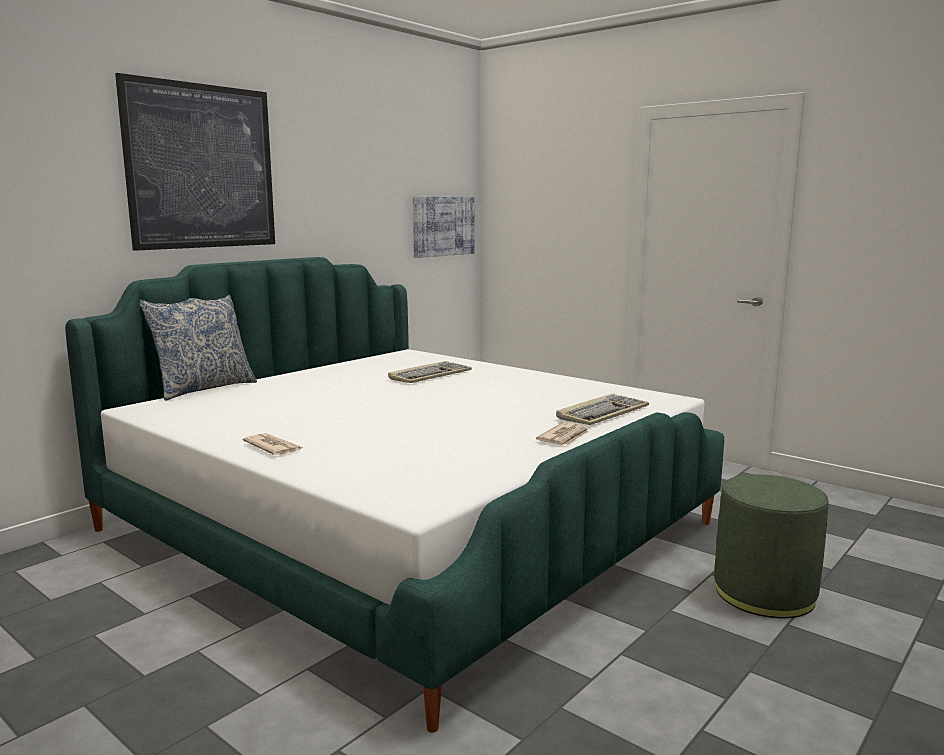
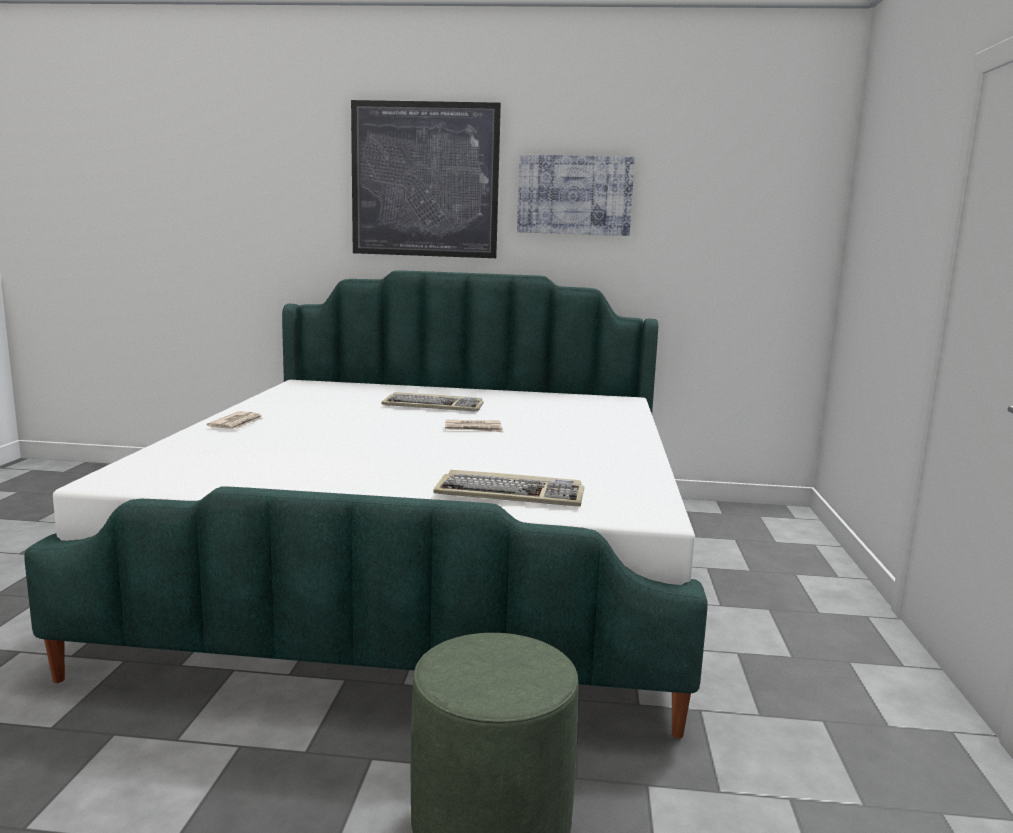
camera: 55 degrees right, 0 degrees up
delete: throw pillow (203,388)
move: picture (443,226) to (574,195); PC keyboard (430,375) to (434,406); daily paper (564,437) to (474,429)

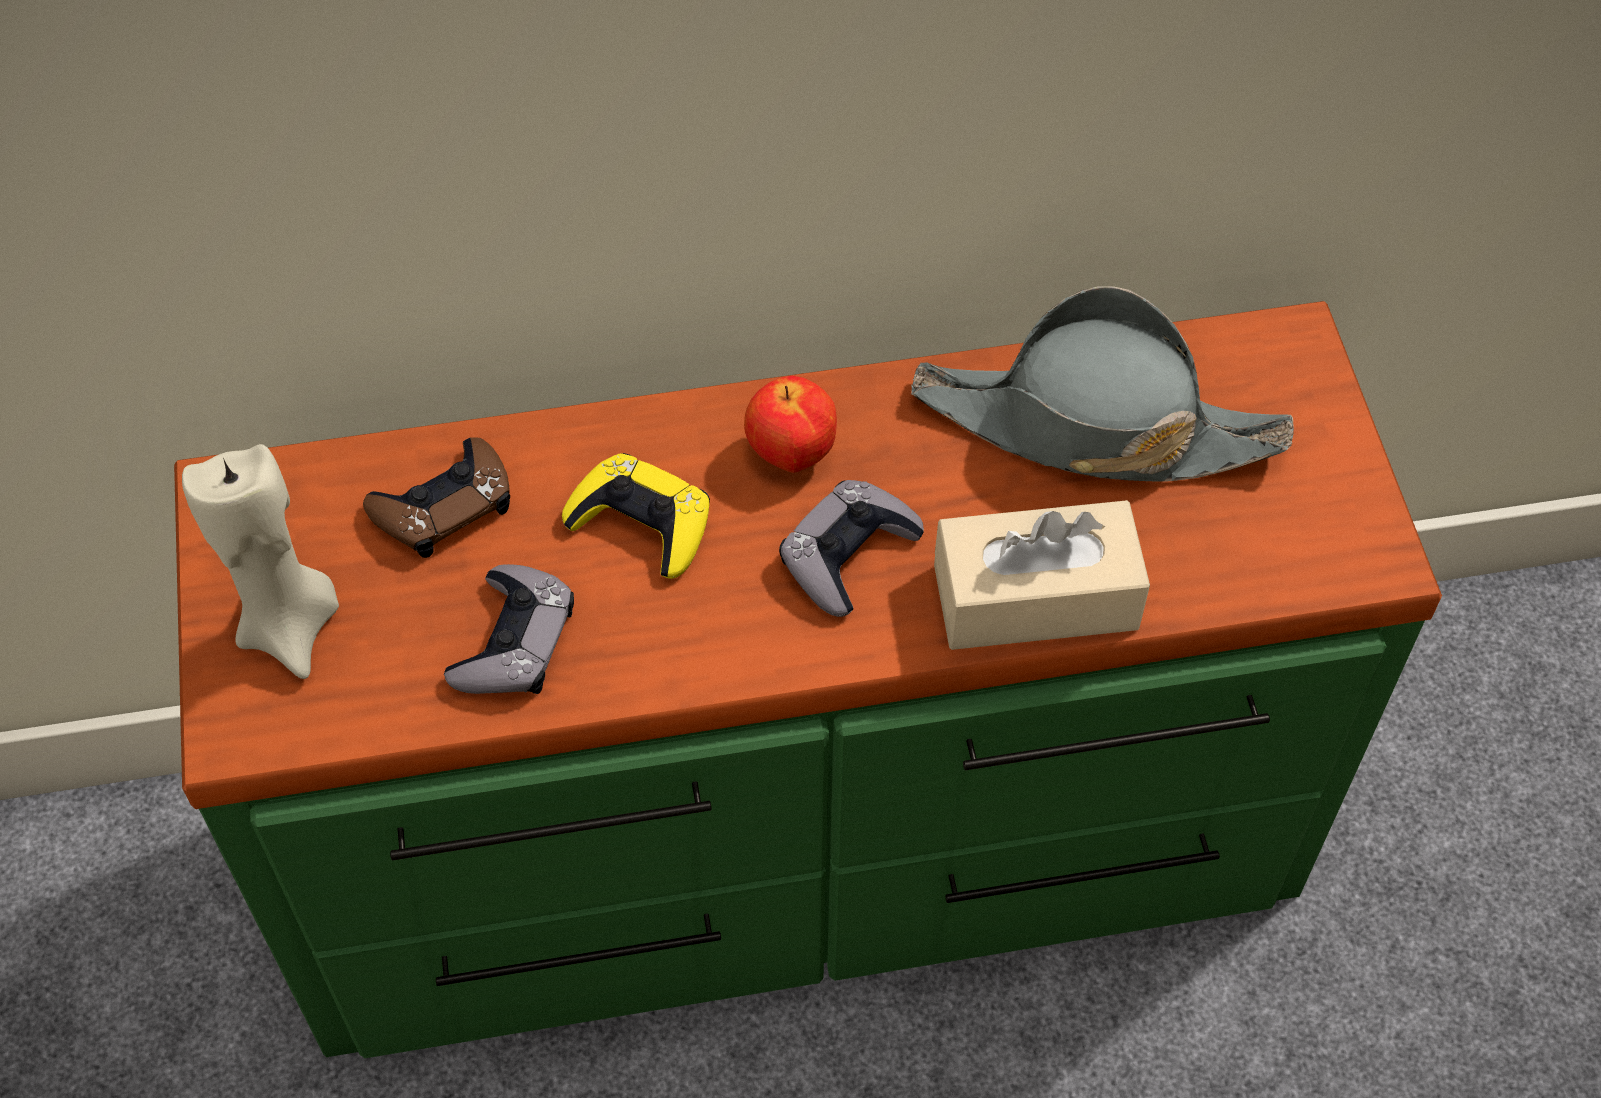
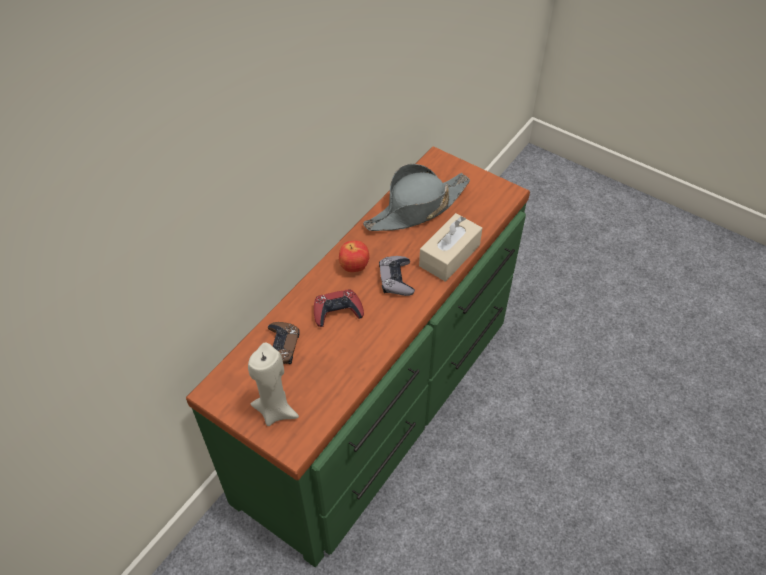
camera: 45 degrees left, 5 degrees down
delete: game controller in greyish (514,641)
recolor: game controller in yellow (642,524) to game controller in red (337,311)

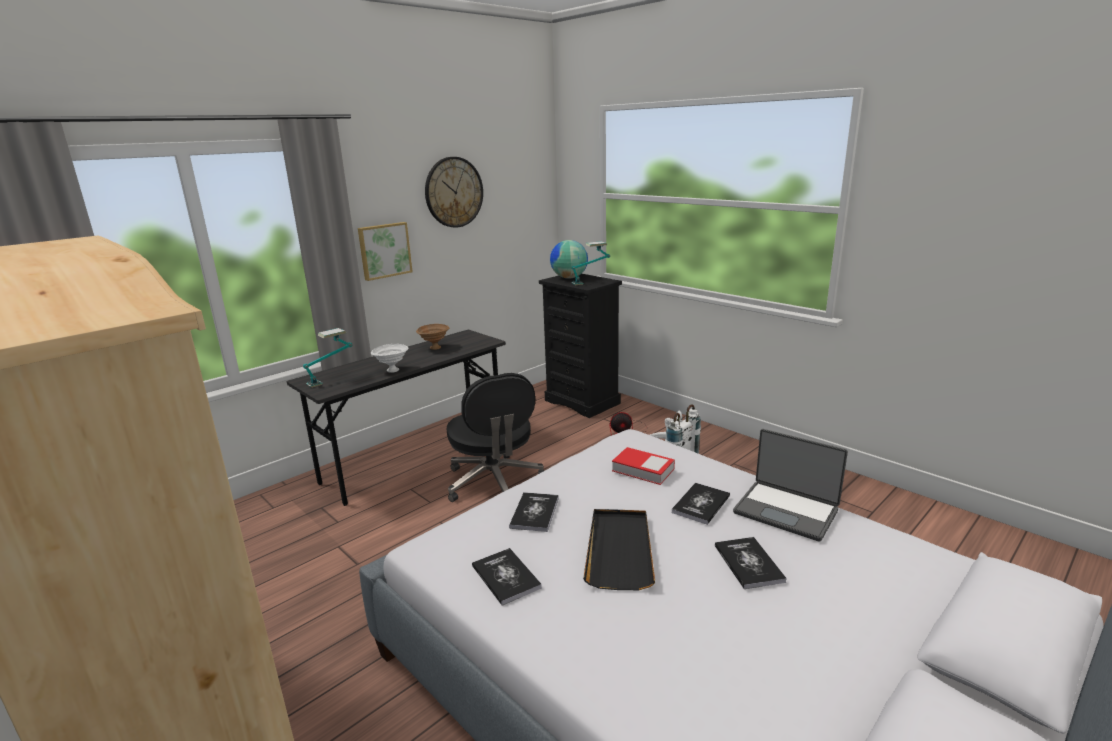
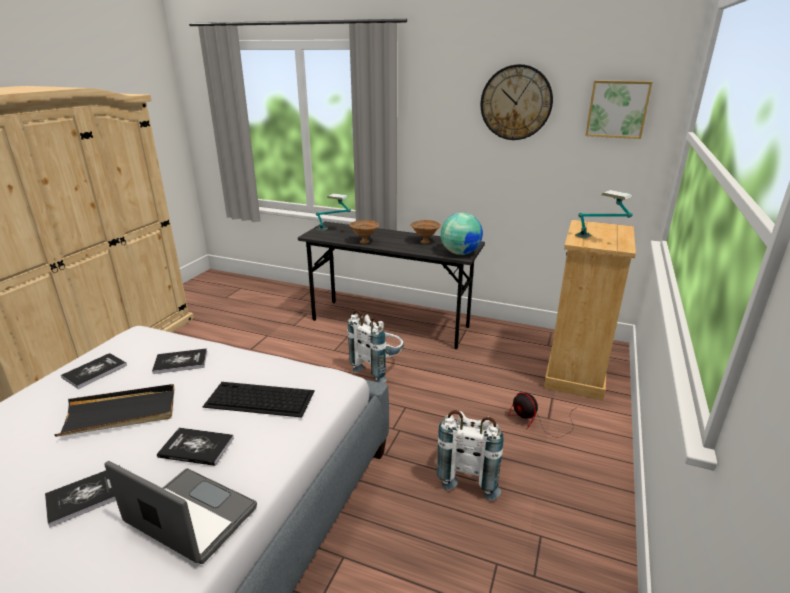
camera: 65 degrees right, 5 degrees up
move: picture (384,250) to (617,109); world globe (569,278) to (460,253)
replace: desk chair in blackish (494,482) to knapsack in white-coloured (378,369); bound book (643,470) to PC keyboard (258,399)
recolor: chest of drawers in blackish (582,402) to chest of drawers in beige-coloured (575,374); bowl in white-coloured (391,370) to bowl in brown (364,242)
rotate: notebook computer (786,510) = (190,517) 105 degrees clockwise

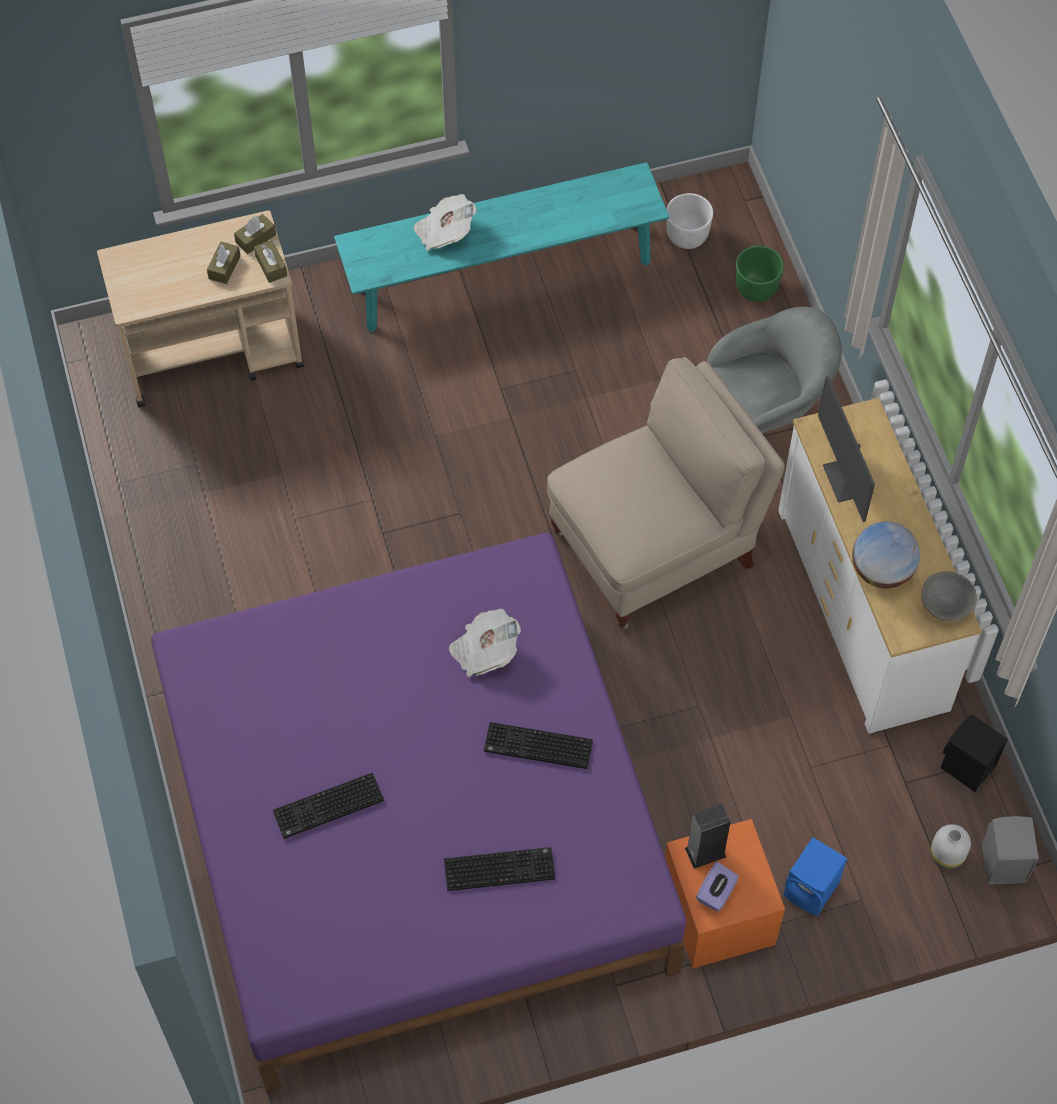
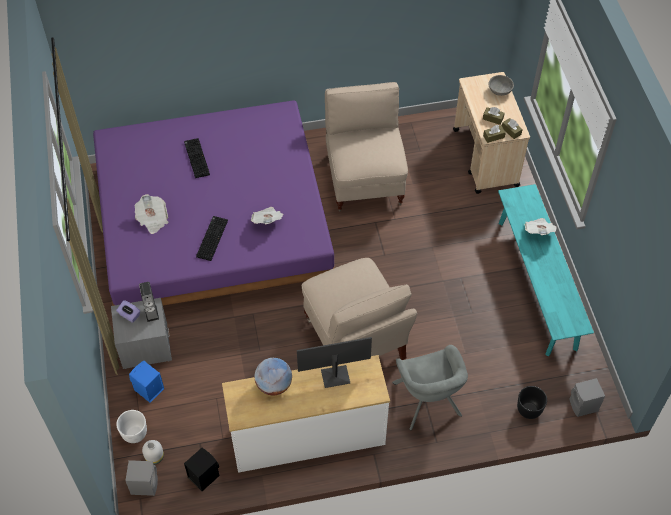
camera: 95 degrees right, 5 degrees down
insert: upright chair in beige-coloured (364,178); audio speaker in greyish (583,406)
move: flower pot in white-coloured (687,237) to (134,433); bowl in greyish (946,604) to (500,91)
replace: PC keyboard (500,868) to daily paper (152,219)
recolor: flower pot in green (757,289) to flower pot in blackish (529,410); night table in orange-coloured (718,913) to night table in greyish (145,346)

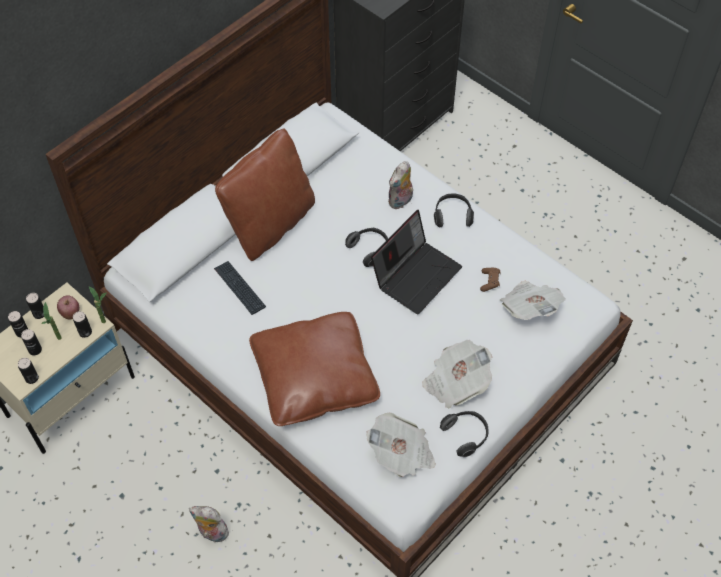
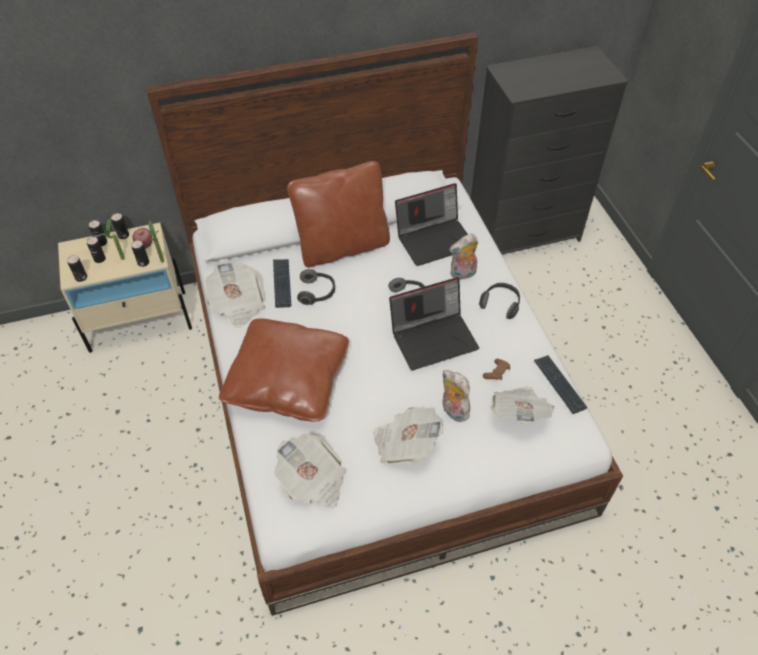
camera: 30 degrees right, 5 degrees down
insert: notebook computer (435,239); daily paper (237,304); PC keyboard (559,384)
move: pair of headphones (466,435) to (317,293); cuddly toy (212,533) to (452,411)

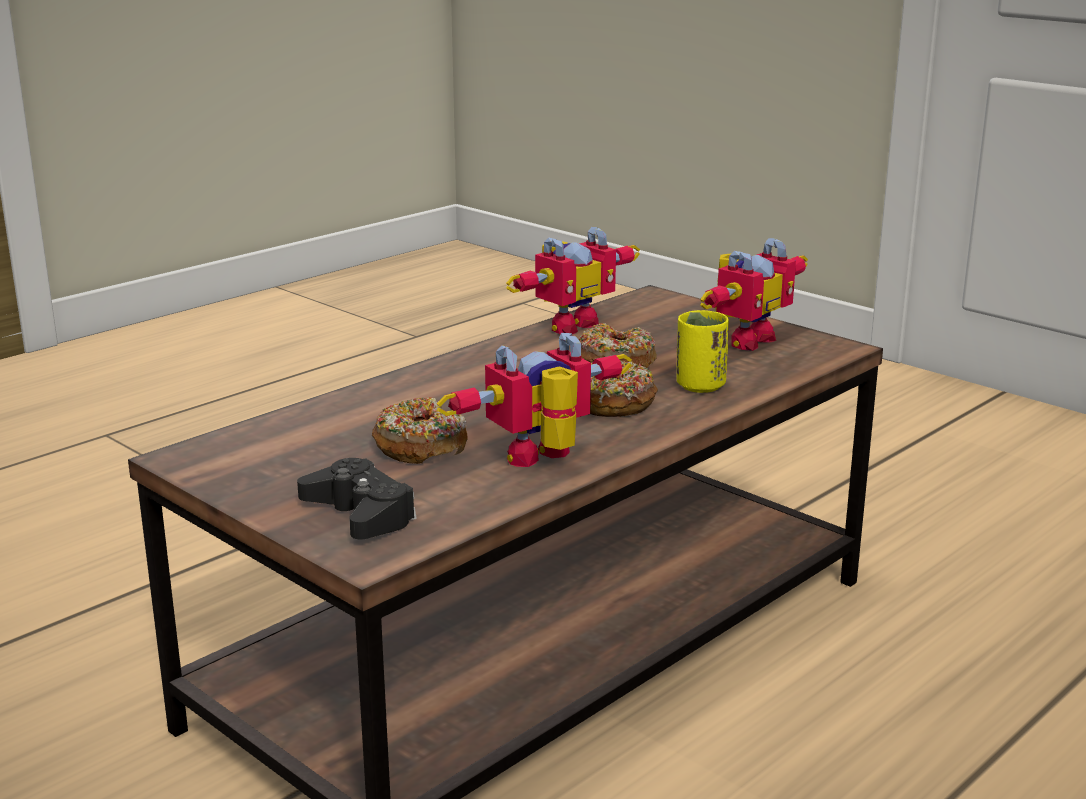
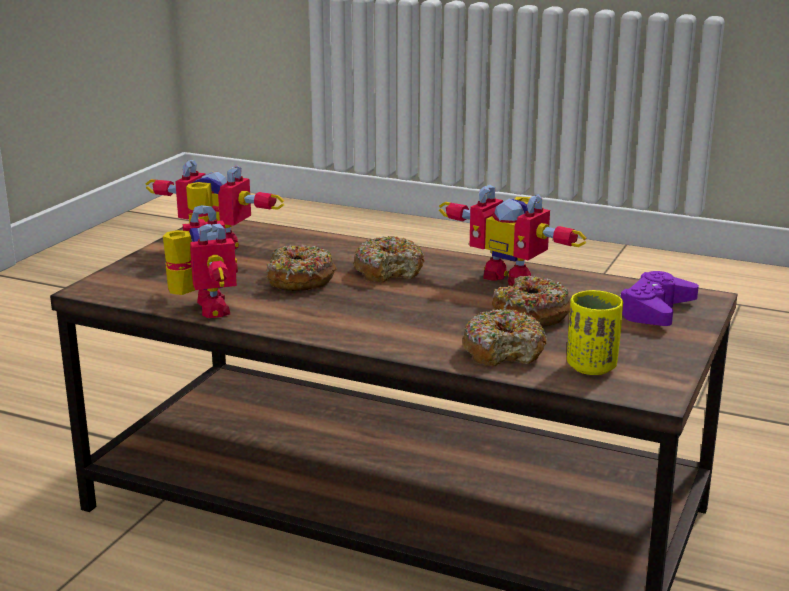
camera: 110 degrees left, 0 degrees up
insert: doughnut (503,351)
move: cup in yellow (700,386) to (591,367)
recolor: game controller in blackish (360,514) to game controller in purple-coloured (655,310)
rotate: toy robot (568,324) = (202,309) 45 degrees clockwise

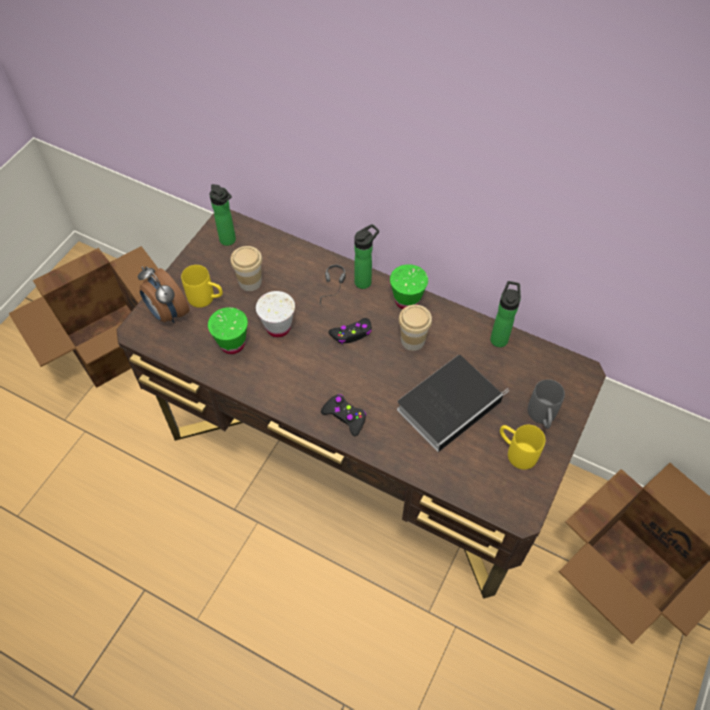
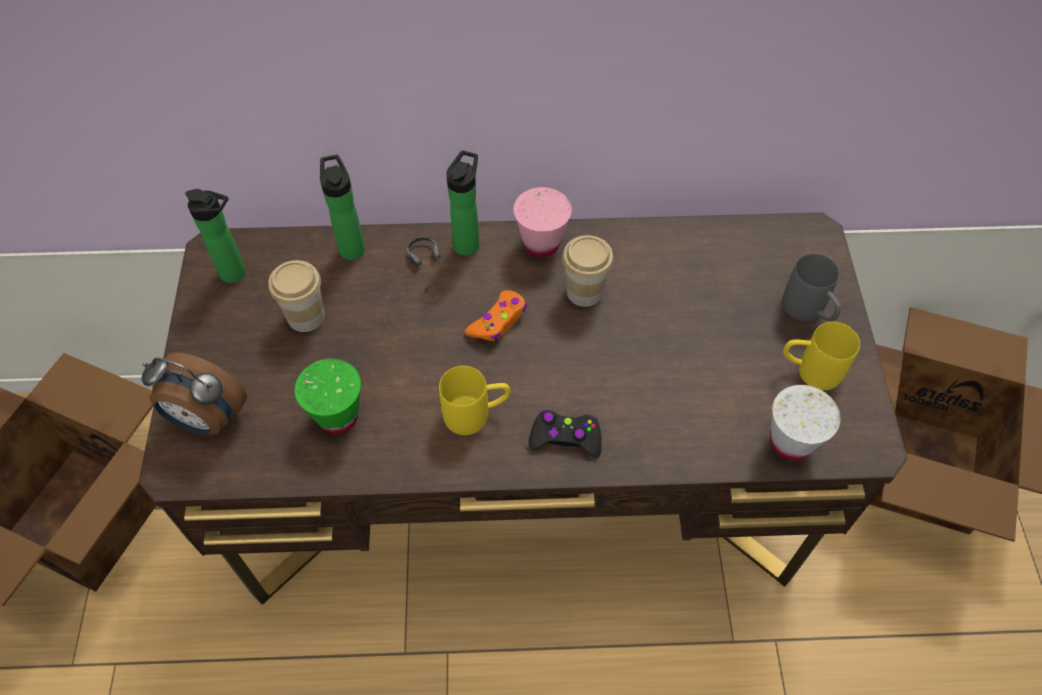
camera: 30 degrees left, 0 degrees up
delete: bound book (450,403)
move: coffee mug in yellow (206,299) to (476,414); beverage bottle (499,337) to (351,246); cup in white-coloured (278,328) to (790,443)
recolor: cup in green (407,301) to cup in pink (541,244); game controller in blackish (351,334) to game controller in orange-coloured (498,321)

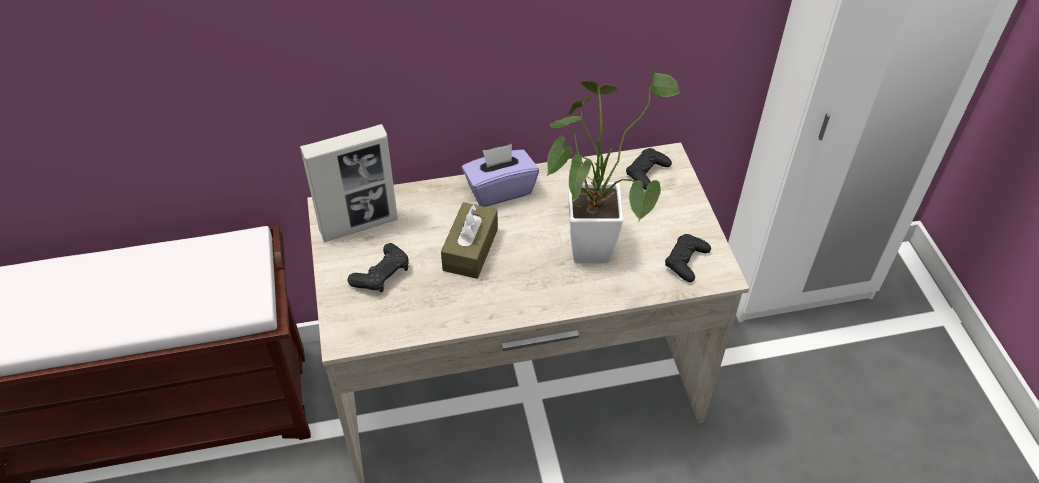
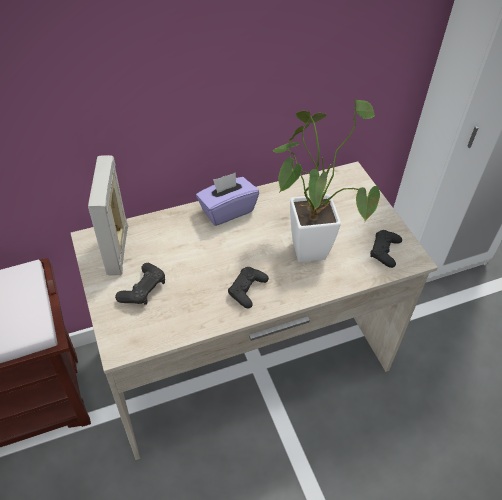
camera: 10 degrees left, 0 degrees up
delete: tissue holder in brown (470,249)
move: game controller in blackish (647,173) to (247,290)
rotate: standing frame (359,225) = (117,251) 120 degrees clockwise

